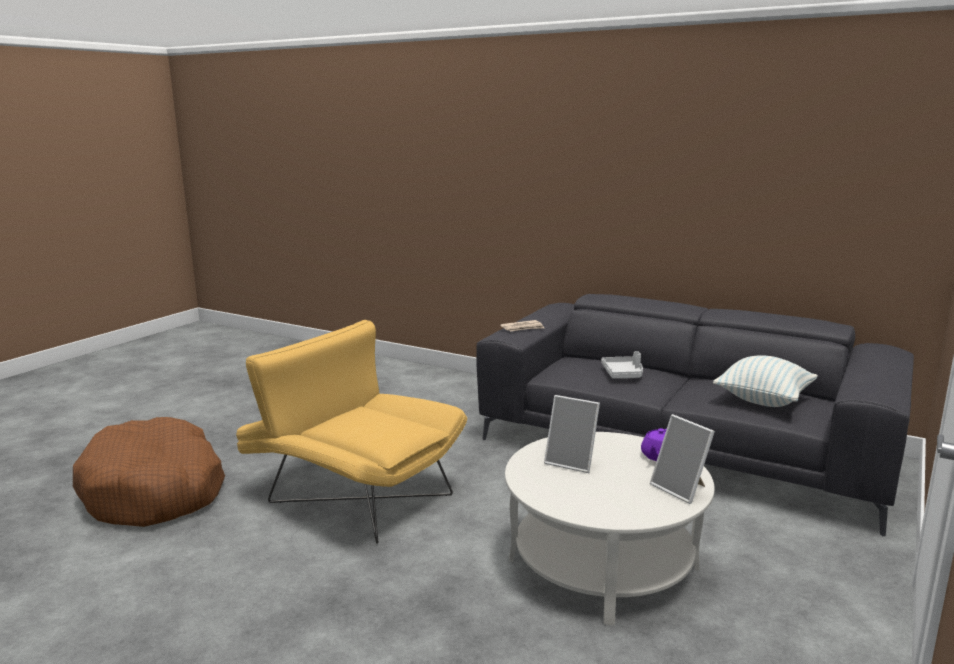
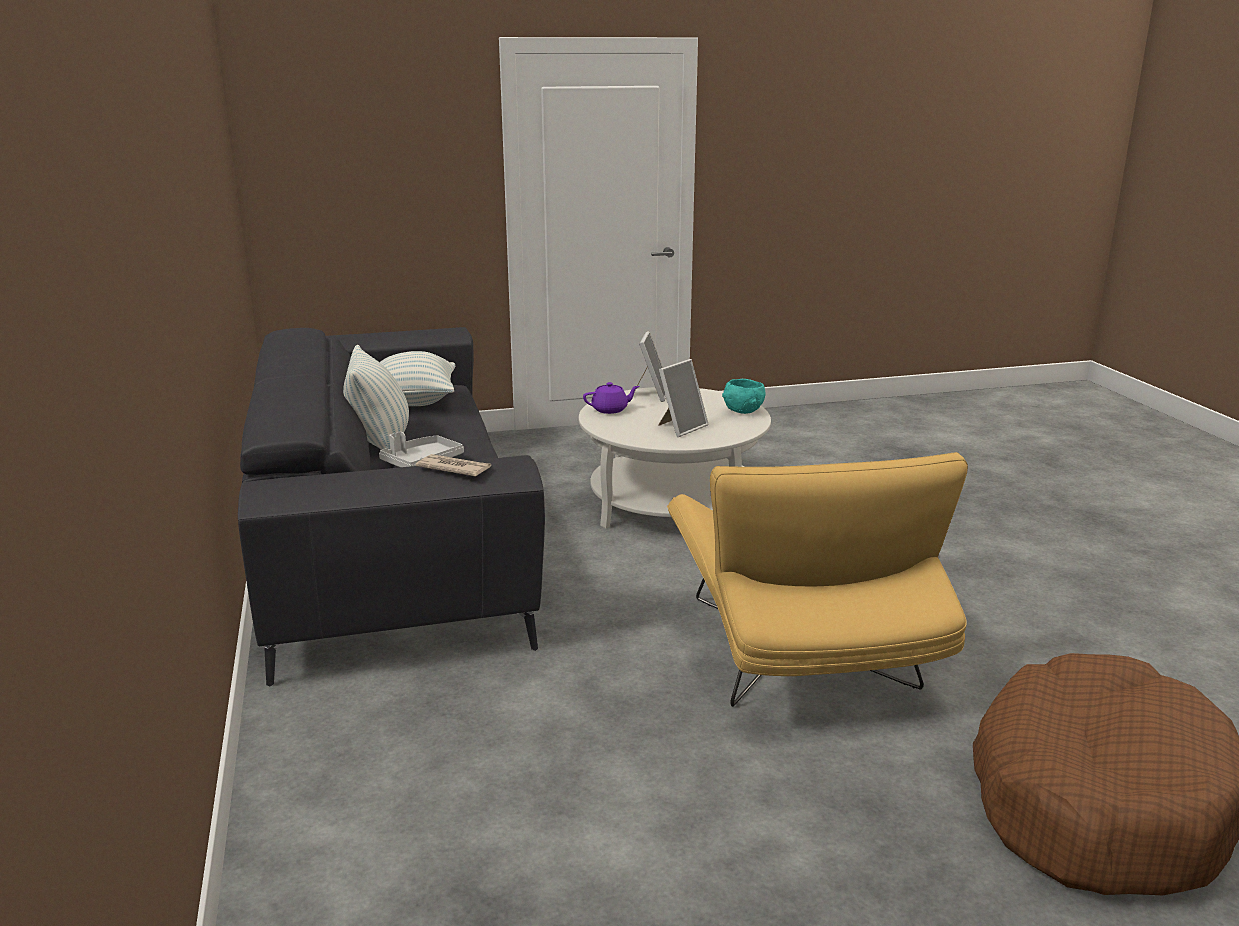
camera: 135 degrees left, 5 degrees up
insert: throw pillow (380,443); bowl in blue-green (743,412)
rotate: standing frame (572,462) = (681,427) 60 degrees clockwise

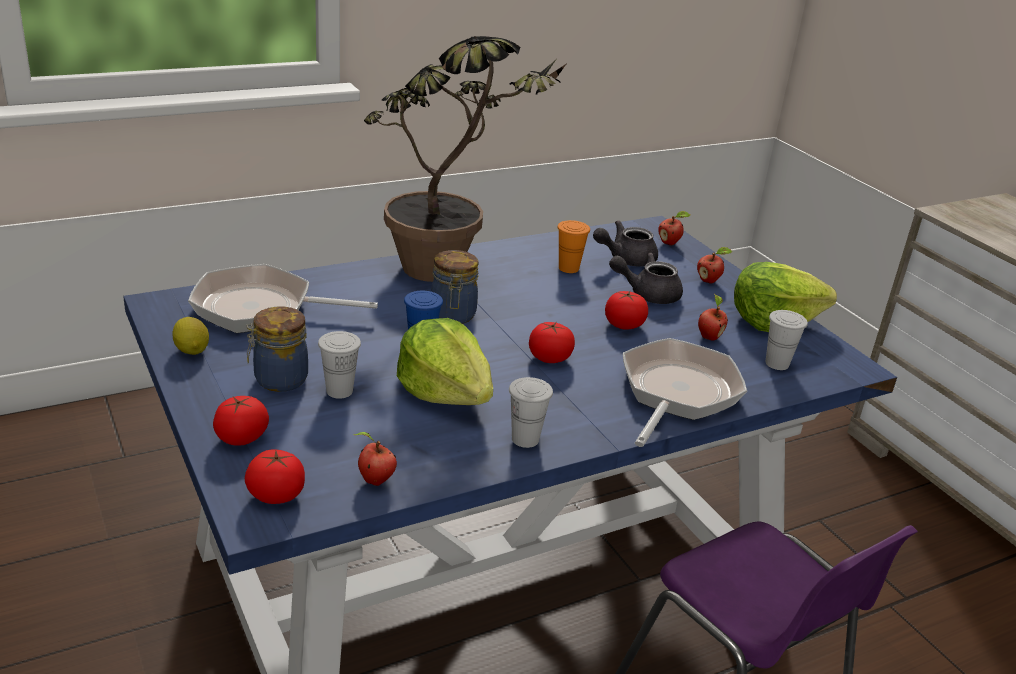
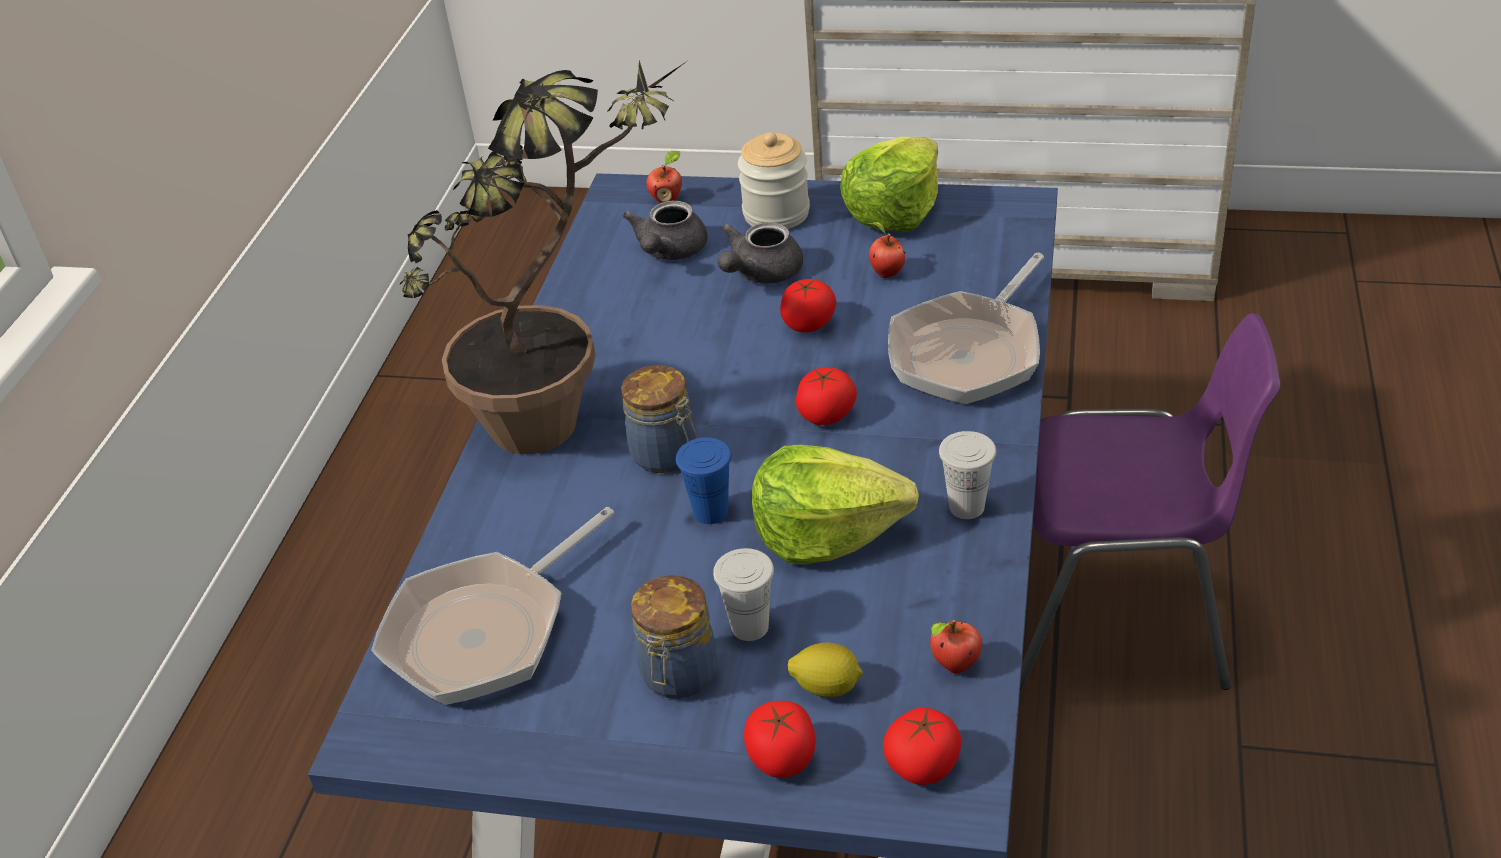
camera: 45 degrees left, 10 degrees up
delete: cup in orange-coloured (568,268); cup in white-coloured (777,363)
move: whole lemon (192,350) to (827,687)
replace: apple (709,281) to storage jar (776,214)
rotate: skillet (676,393) = (970,352) 120 degrees counterclockwise

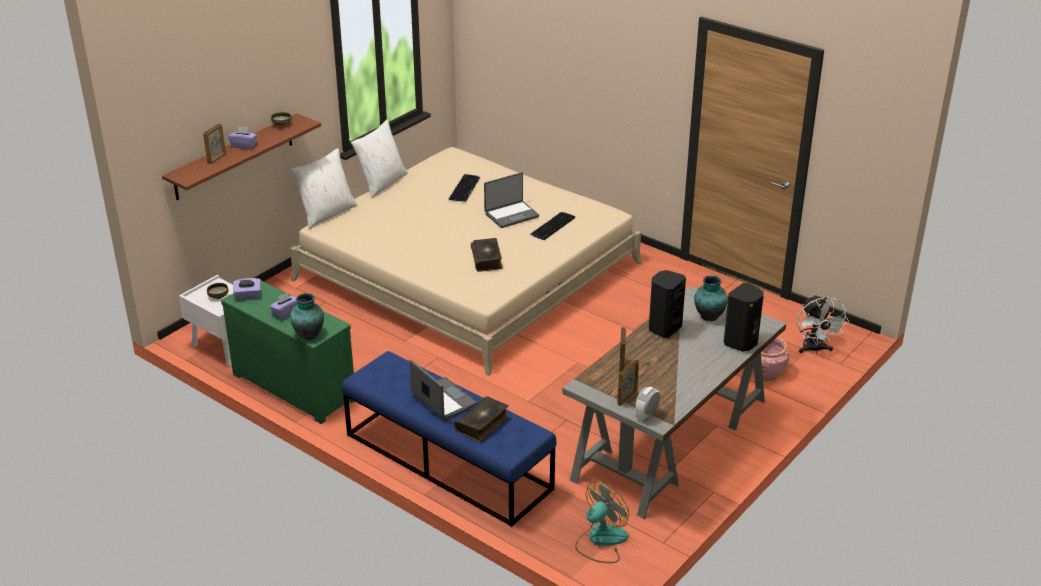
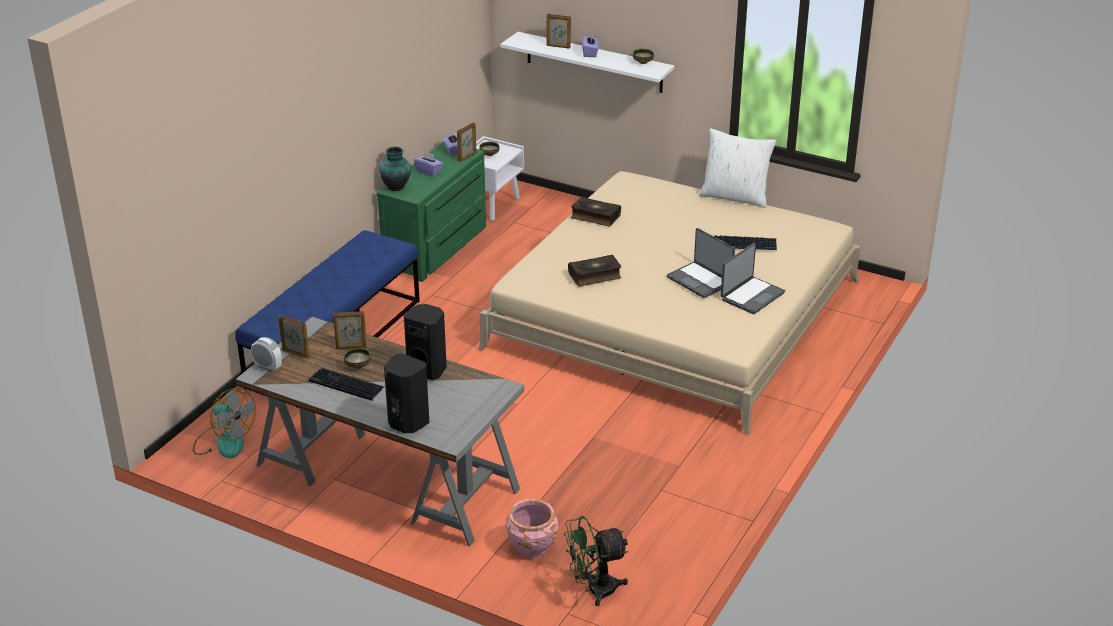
camera: 80 degrees right, 0 degrees up
delete: throw pillow in white-coloured (326,213); flower vase (708,316)
insert: standing frame (467,157); bowl (358,366)
move: PC keyboard (552,226) to (346,385); notebook computer (442,400) to (751,296); bound book (483,424) to (595,217)
recolor: wall shelf in brown (234,157) to wall shelf in white-coloured (594,62); cooling fan in white-coloured (814,349) to cooling fan in green (594,590)

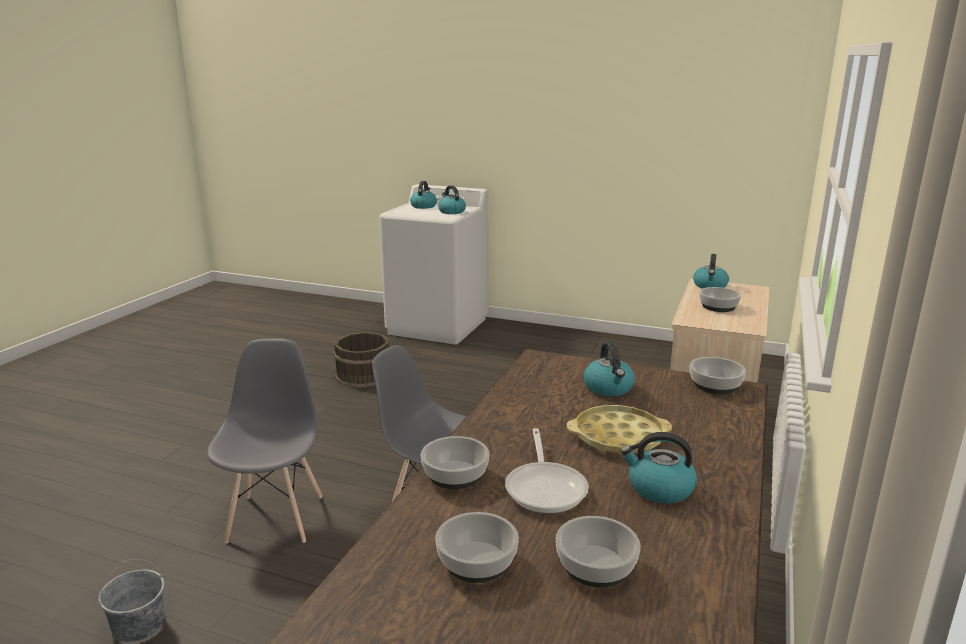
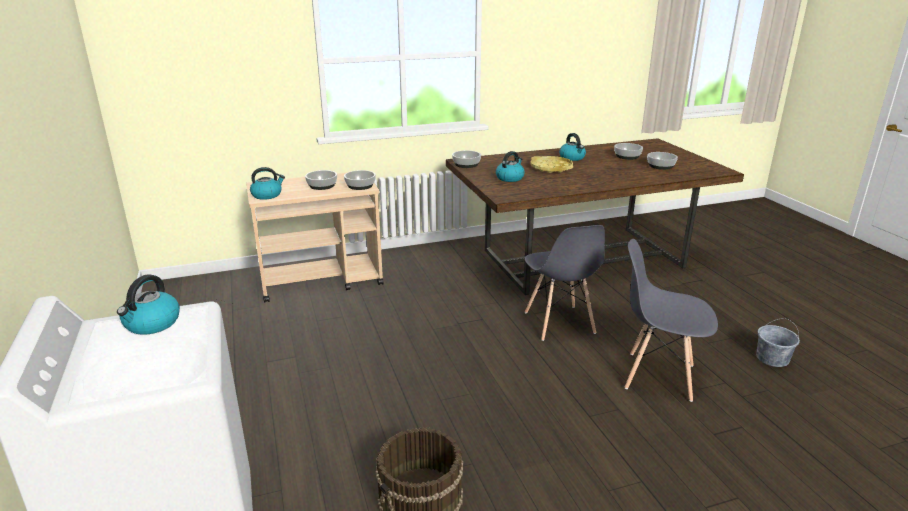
camera: 130 degrees left, 5 degrees up
delete: kettle (423,206); skillet (546,488)
move: bowl (455,474) to (360,186)
rotate: upright chair in greyish (276,517) = (658,376) 60 degrees clockwise

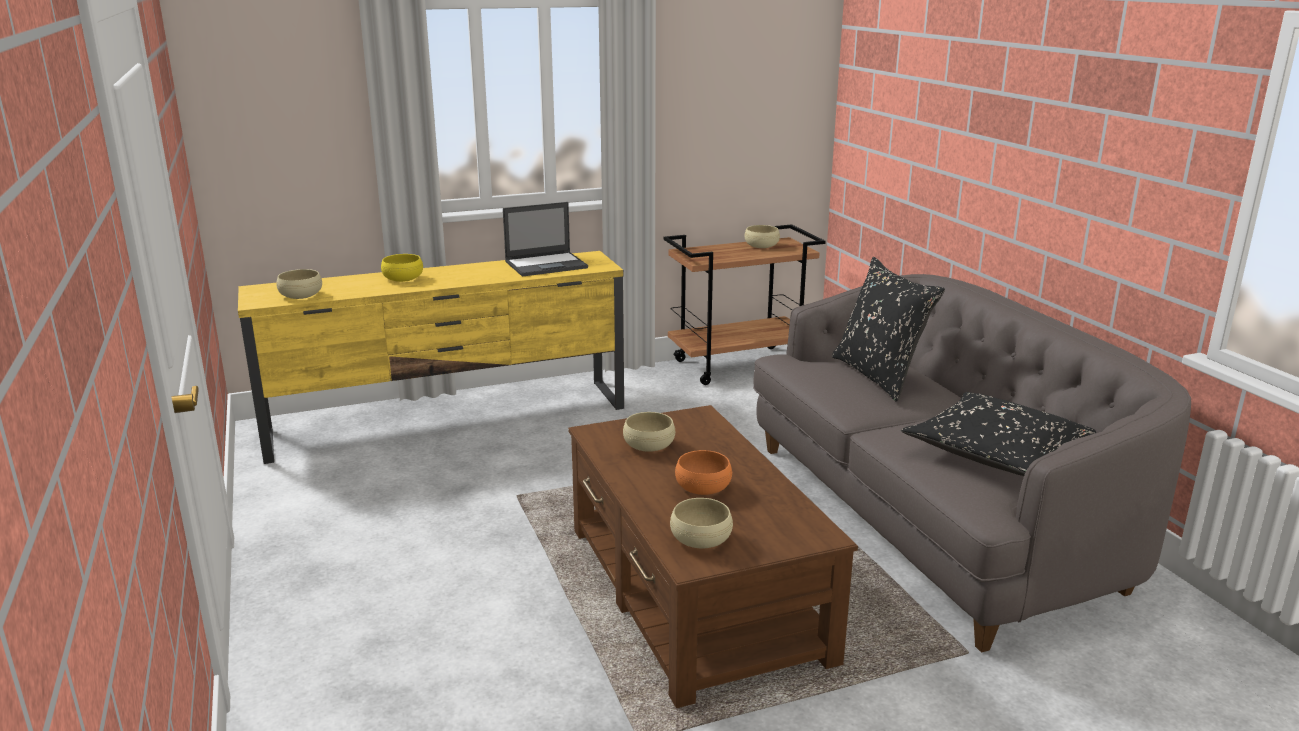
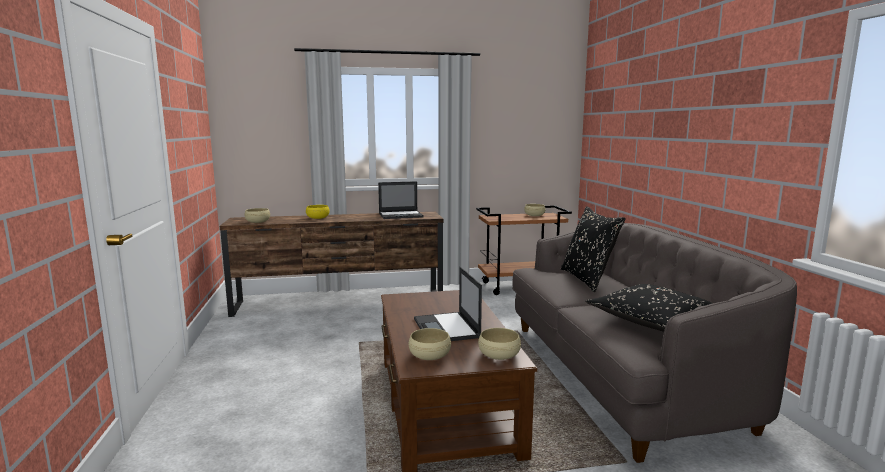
camera: 10 degrees right, 10 degrees down
move: bowl in beige-coloured (649,445) to (499,354)
replace: bowl in orange-coloured (703,487) to notebook computer (447,328)
recolor: tv stand in yellow (449,419) to tv stand in brown (340,302)

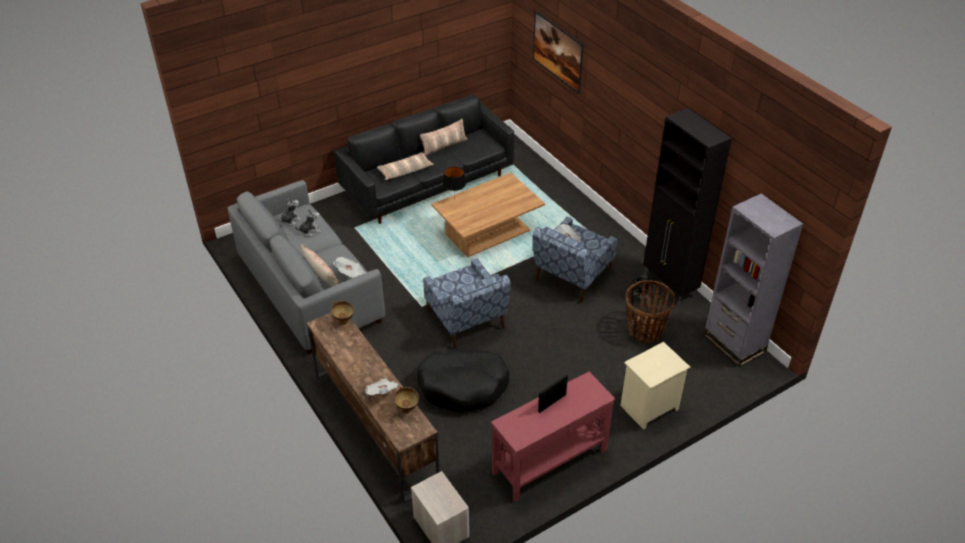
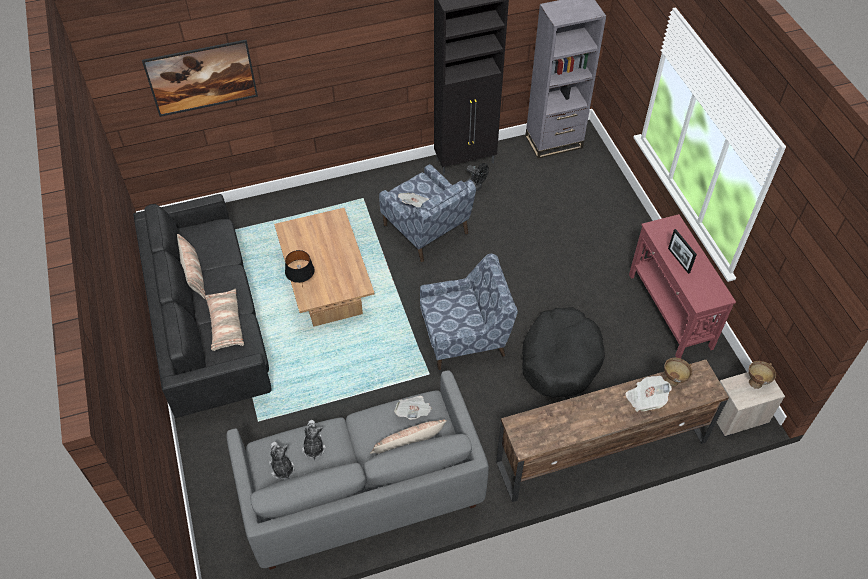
camera: 75 degrees left, 10 degrees up
delete: basket (645,330); night table in beige-coloured (649,408)
move: bowl in brown (344,322) to (757,381)

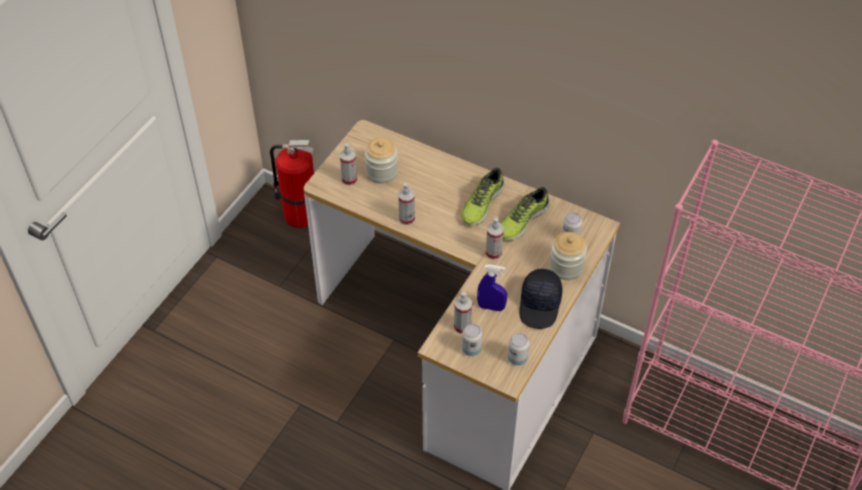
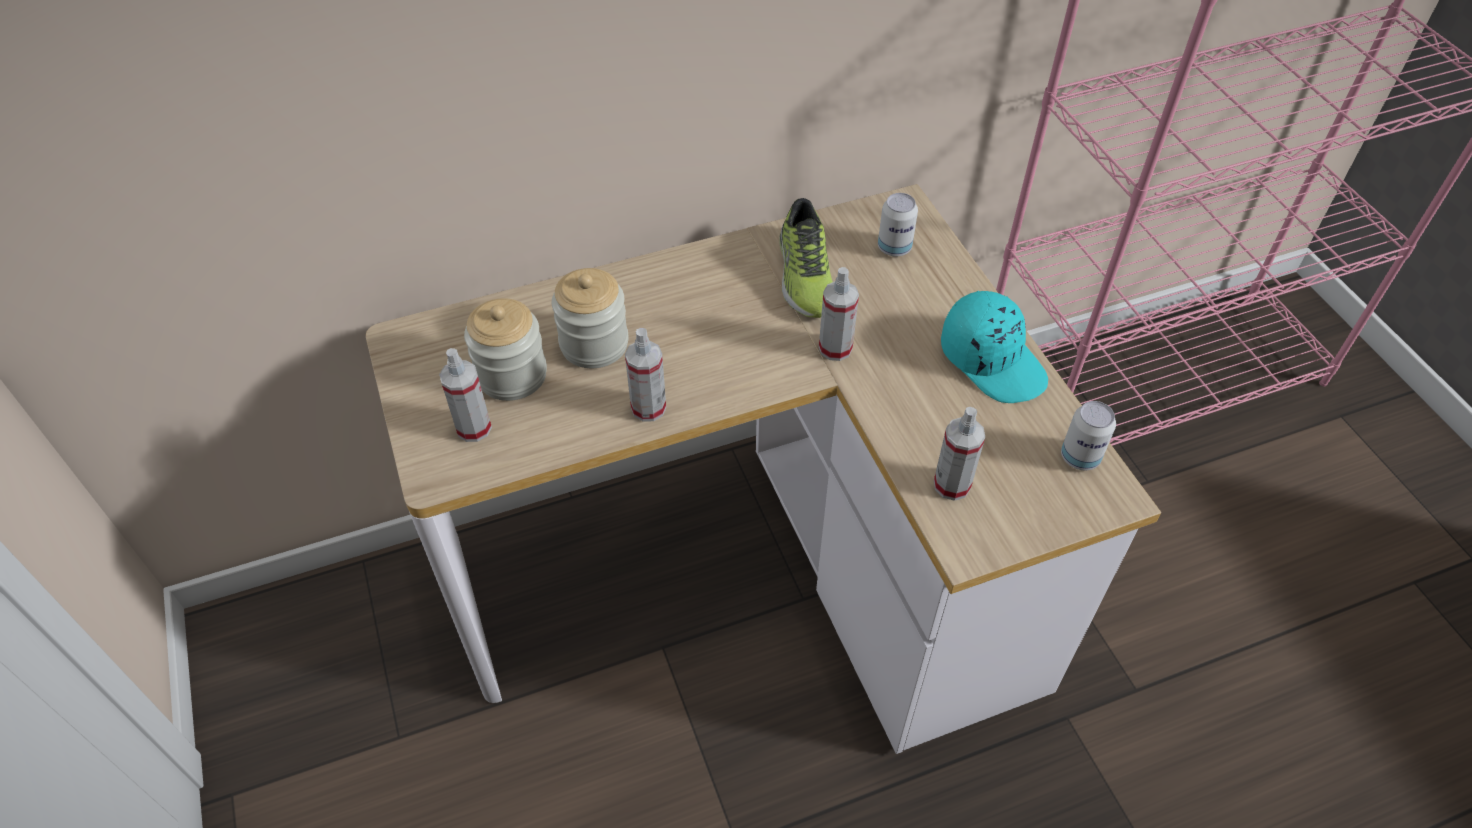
camera: 50 degrees left, 0 degrees up
delete: extinguisher (299,214); shoe (481,203); spray bottle in bluish (491,307); sealed can (471,349)
move: storage jar (566,267) to (594,344)
recolor: baseball cap in blackish (540,305) to baseball cap in blue-green (993,361)

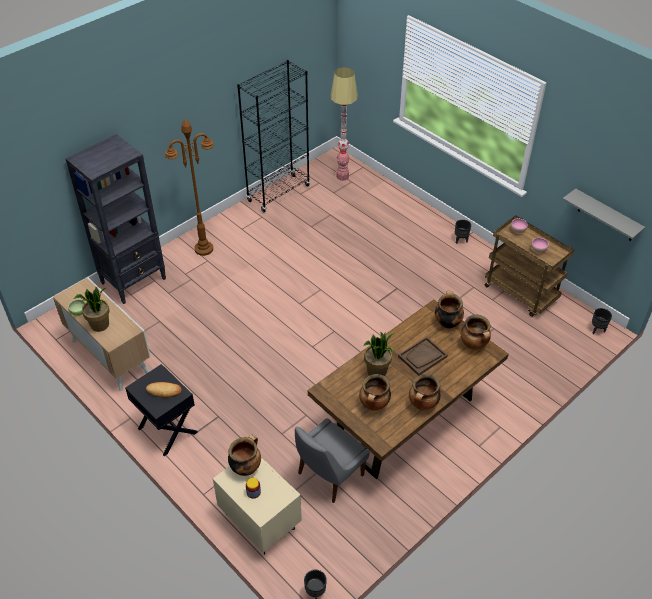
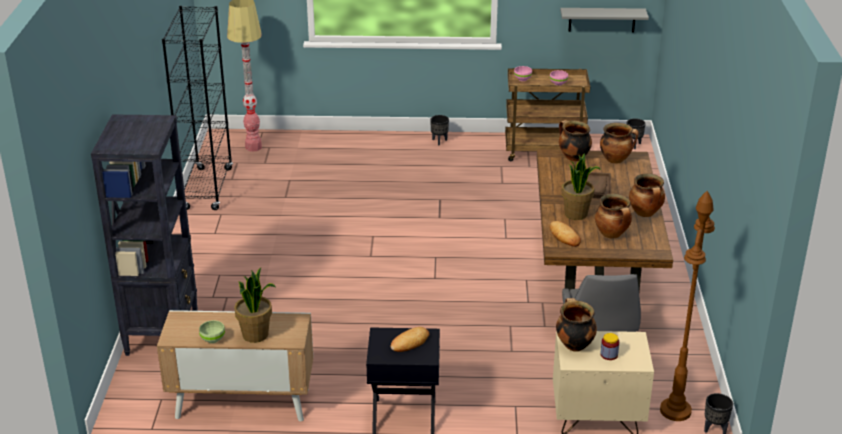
camera: 45 degrees left, 15 degrees down
insert: bread (564,236)
move: standing lamp in brown (203,249) to (675,411)

